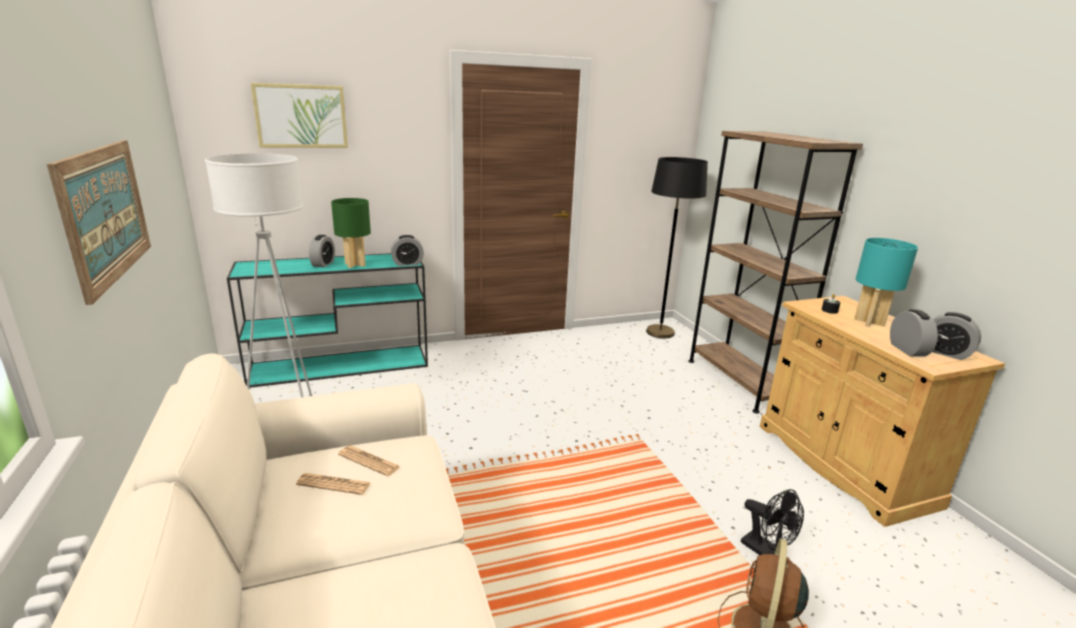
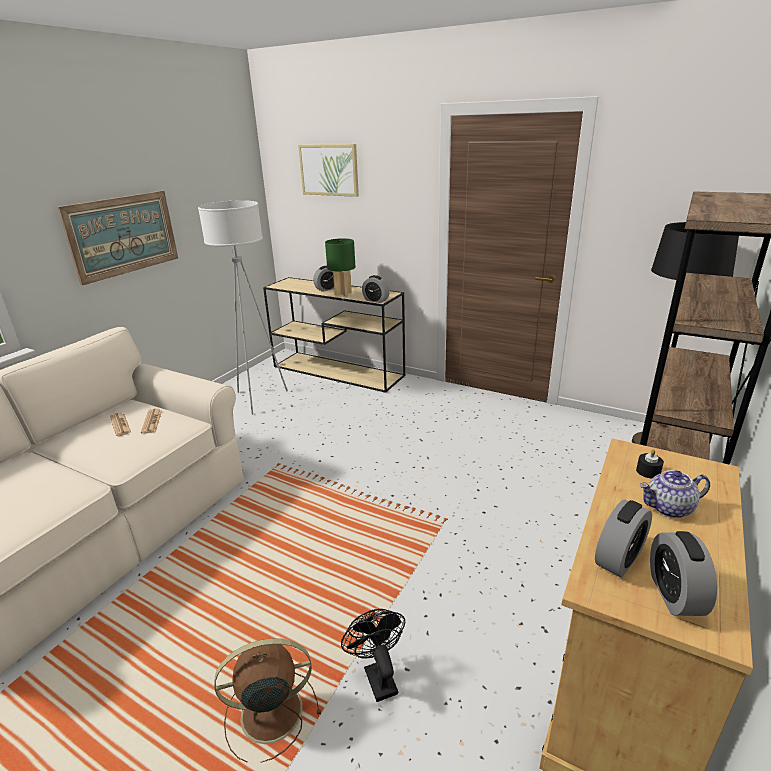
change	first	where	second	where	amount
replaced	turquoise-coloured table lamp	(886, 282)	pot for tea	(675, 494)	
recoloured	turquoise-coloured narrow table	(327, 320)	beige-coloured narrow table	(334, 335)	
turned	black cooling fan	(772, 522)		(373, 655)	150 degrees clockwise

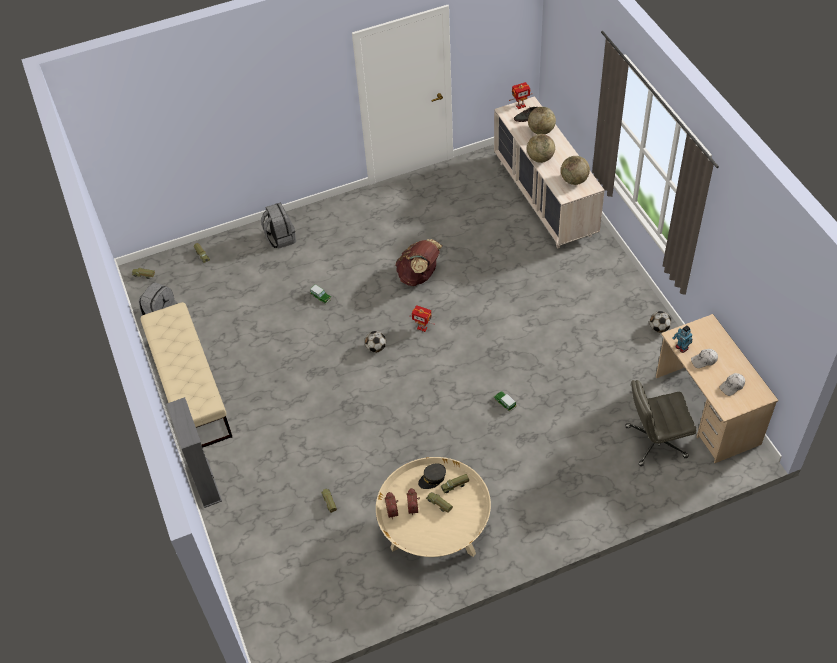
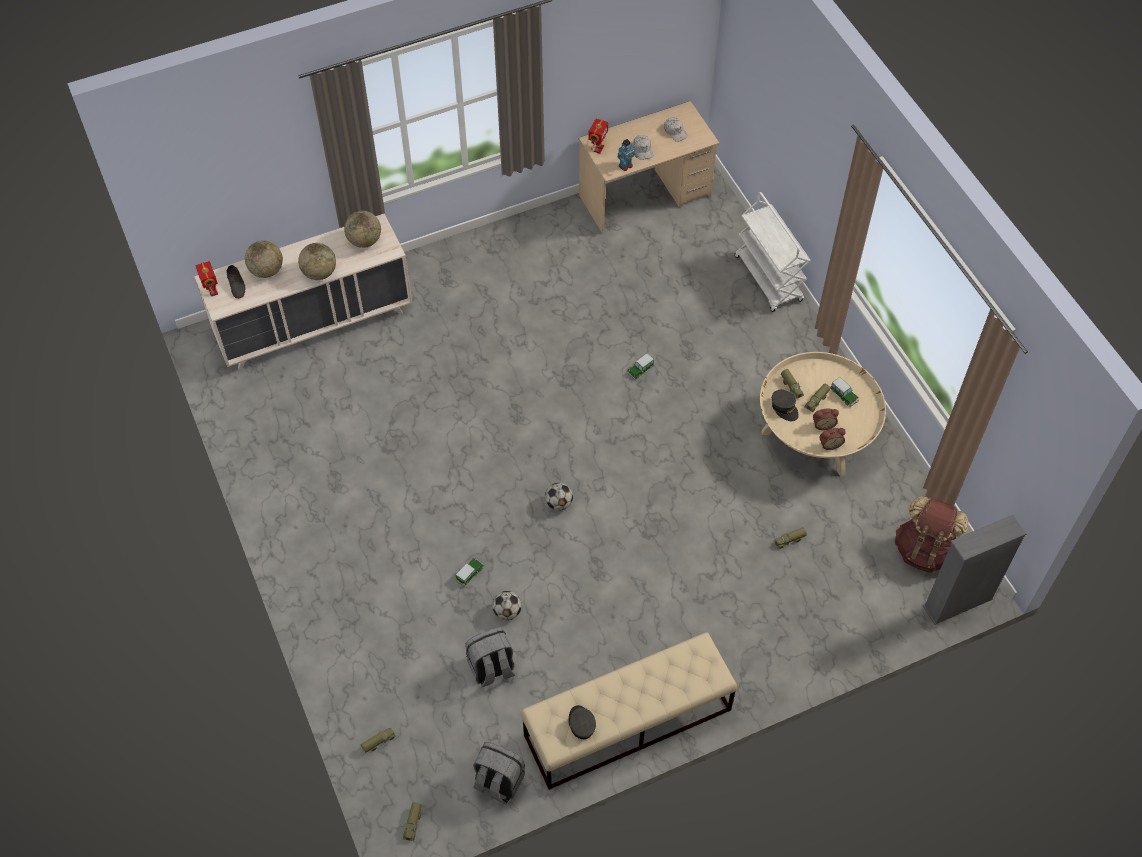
change	first	where	second	where	amount
removed	greyish desk chair	(660, 423)			
added			greyish cap	(582, 722)	
added			white cart	(773, 252)	
added			miniature car	(844, 392)	
moved	greyish bookcase	(194, 452)		(974, 570)	
moved	greyish backpack	(278, 225)		(490, 657)	
moved	brown-coloured backpack	(418, 262)		(932, 534)	
moved	toy robot	(422, 318)		(598, 136)	
moved	football	(660, 322)		(507, 605)	

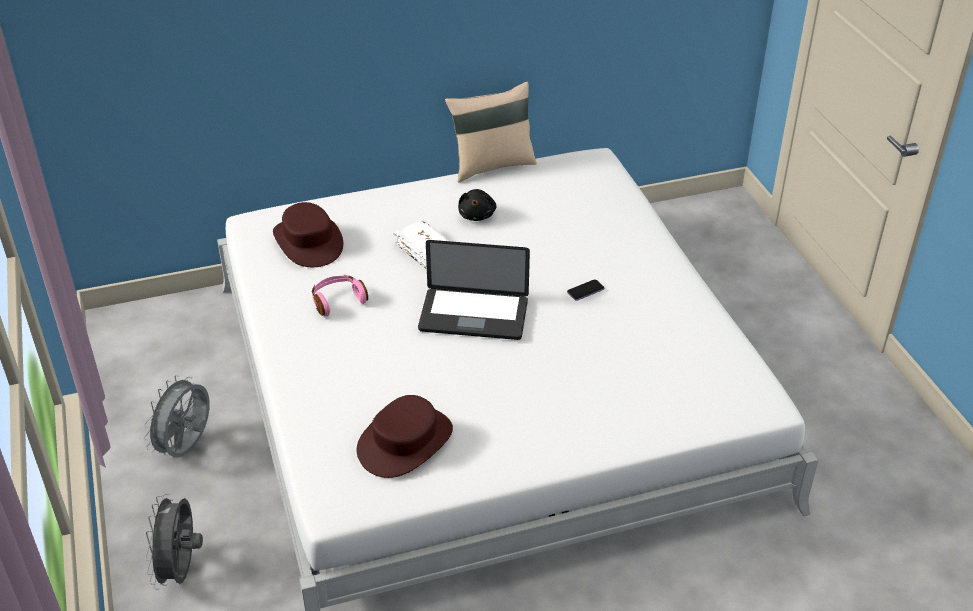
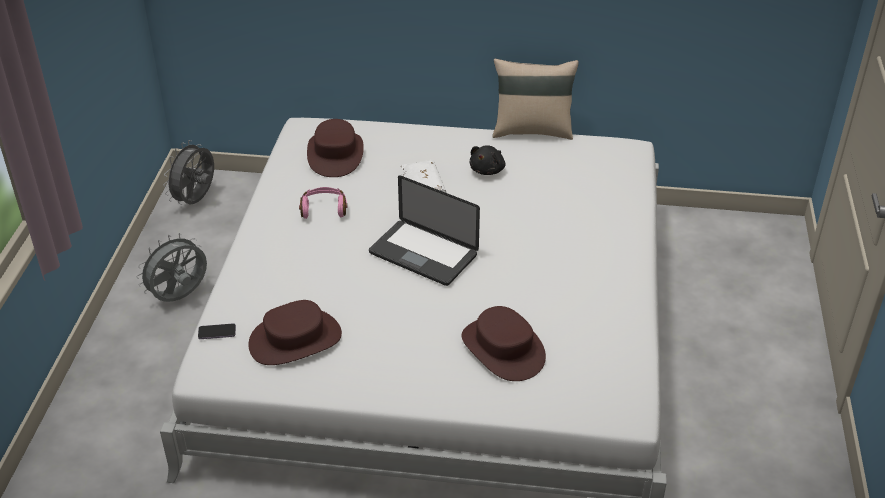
change	first	where	second	where	amount
added			brown-coloured wearable hat	(503, 343)	
moved	greyish cooling fan	(174, 541)		(188, 172)	
moved	telephone	(585, 290)		(217, 331)	

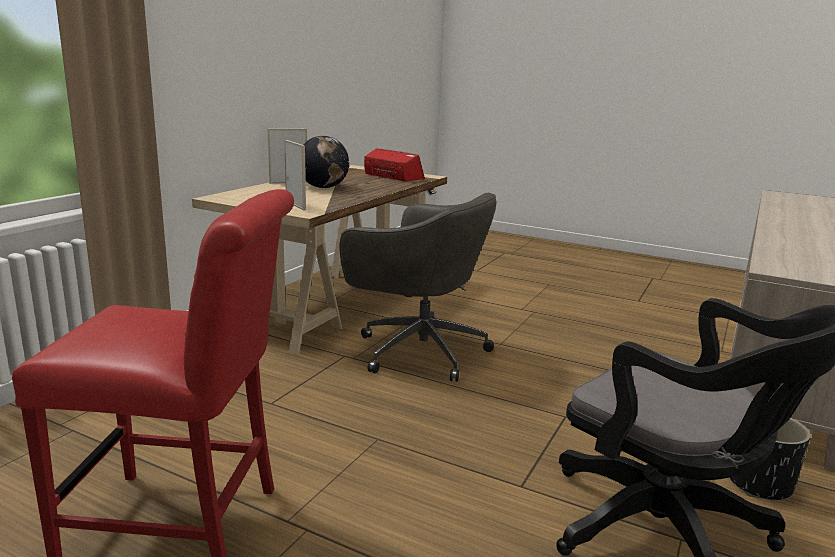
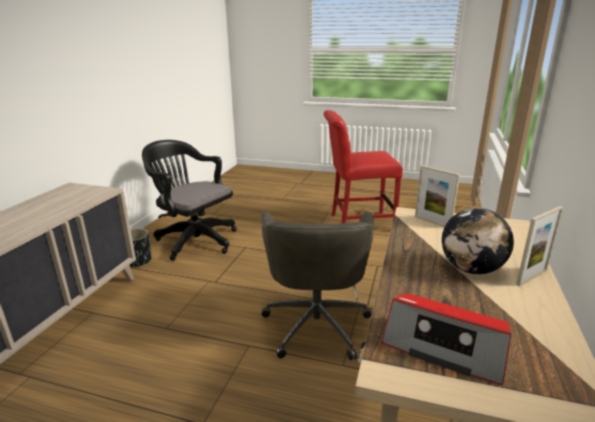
change	first	where	second	where	amount
turned	greyish desk chair	(418, 287)		(317, 285)	105 degrees counterclockwise

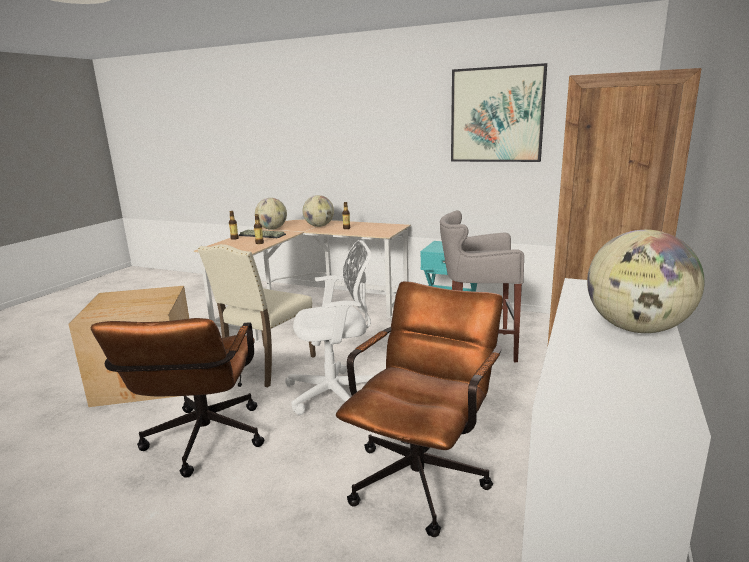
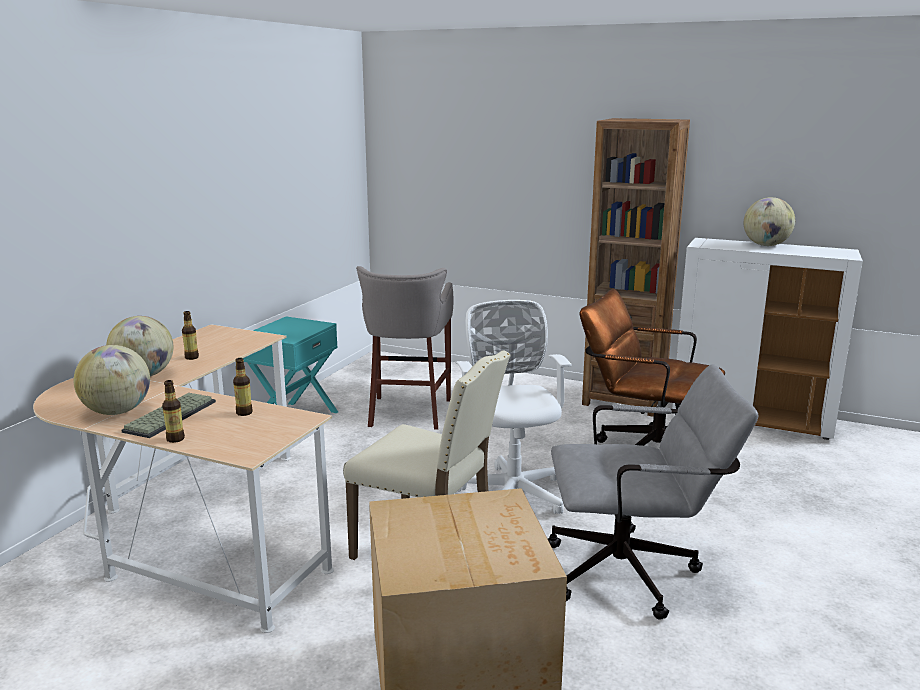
change	first	where	second	where	amount
removed	wall art	(499, 112)			
recoloured	brown-coloured desk chair	(177, 397)	greyish desk chair	(653, 492)	

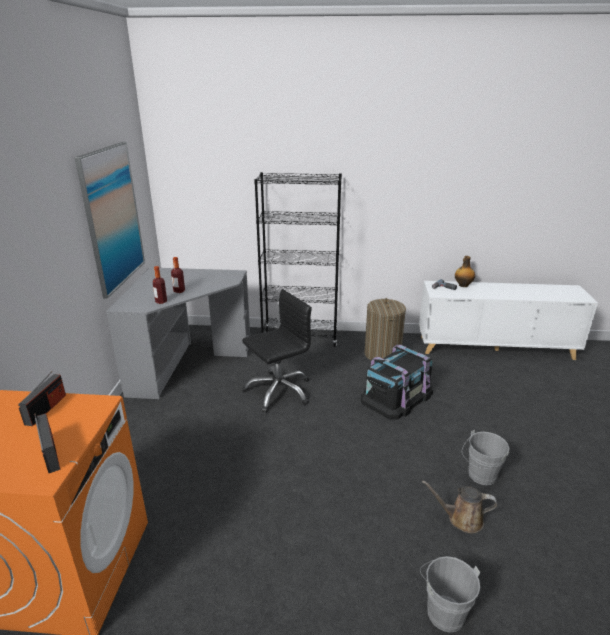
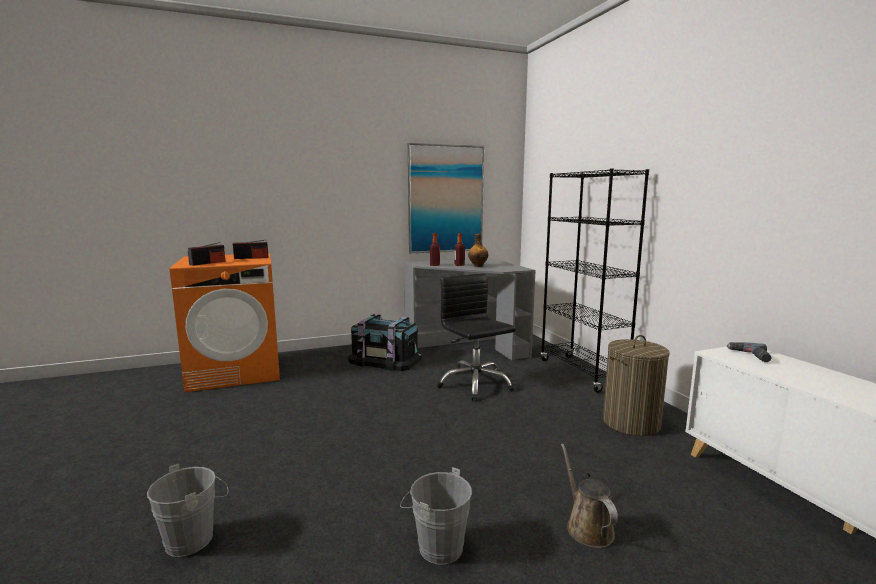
change	first	where	second	where	amount
moved	black storage bin	(397, 382)		(385, 342)	
moved	brown-coloured watering can	(459, 506)		(589, 496)	
moved	beverage bottle	(465, 271)		(478, 250)	
turned	black desk chair	(277, 350)		(476, 337)	150 degrees counterclockwise

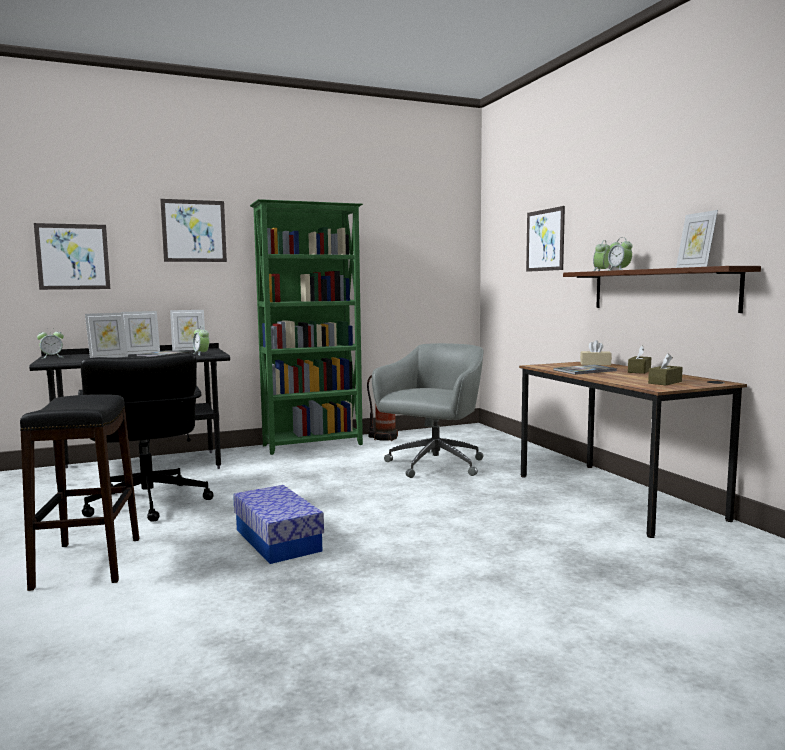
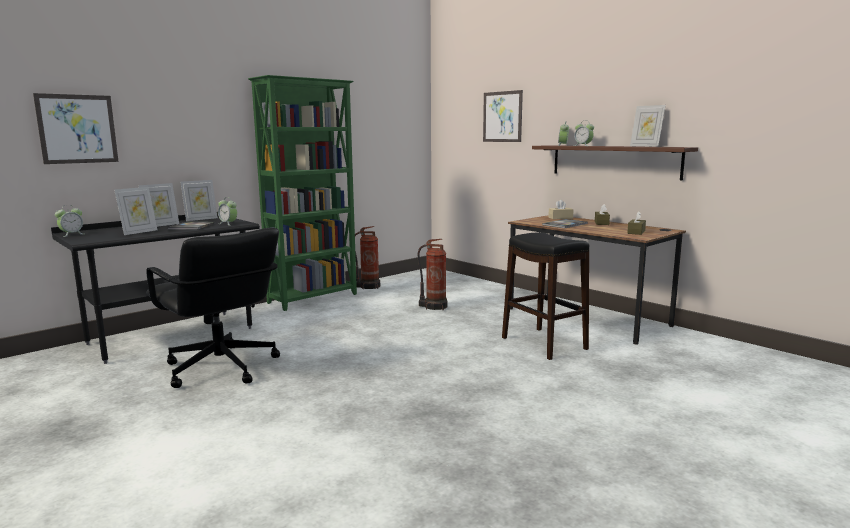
change	first	where	second	where	amount
removed	wall art	(193, 230)			
removed	storage bin	(278, 524)			
moved	black sitting stool	(79, 492)		(545, 296)	
replaced	greyish desk chair	(428, 410)	fire-fighting cylinder	(433, 274)	

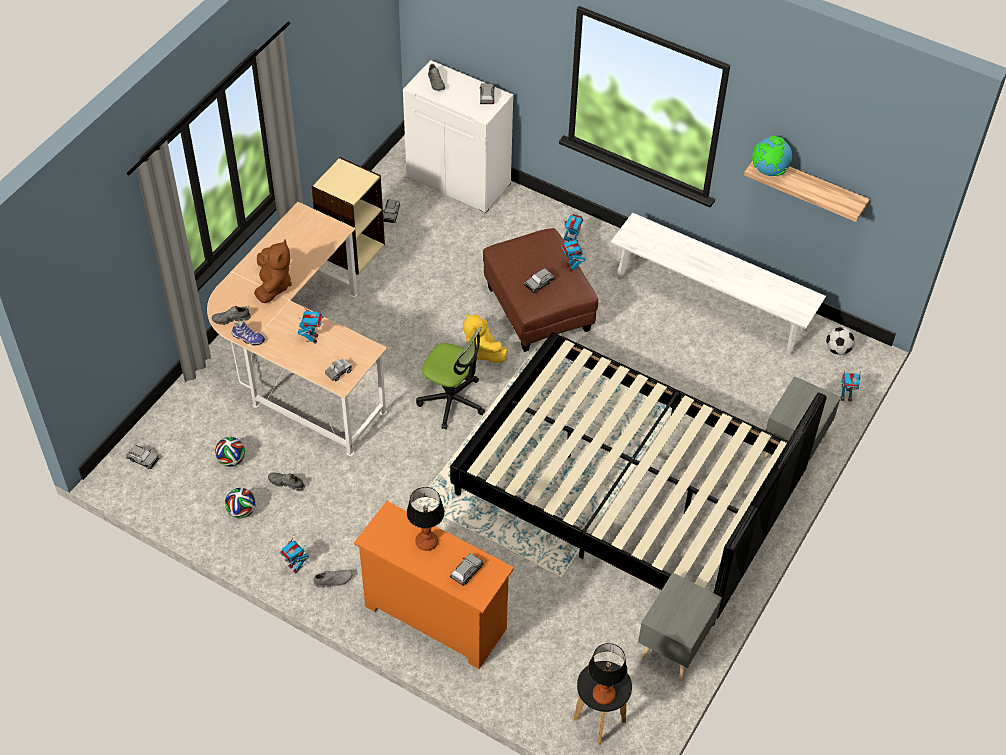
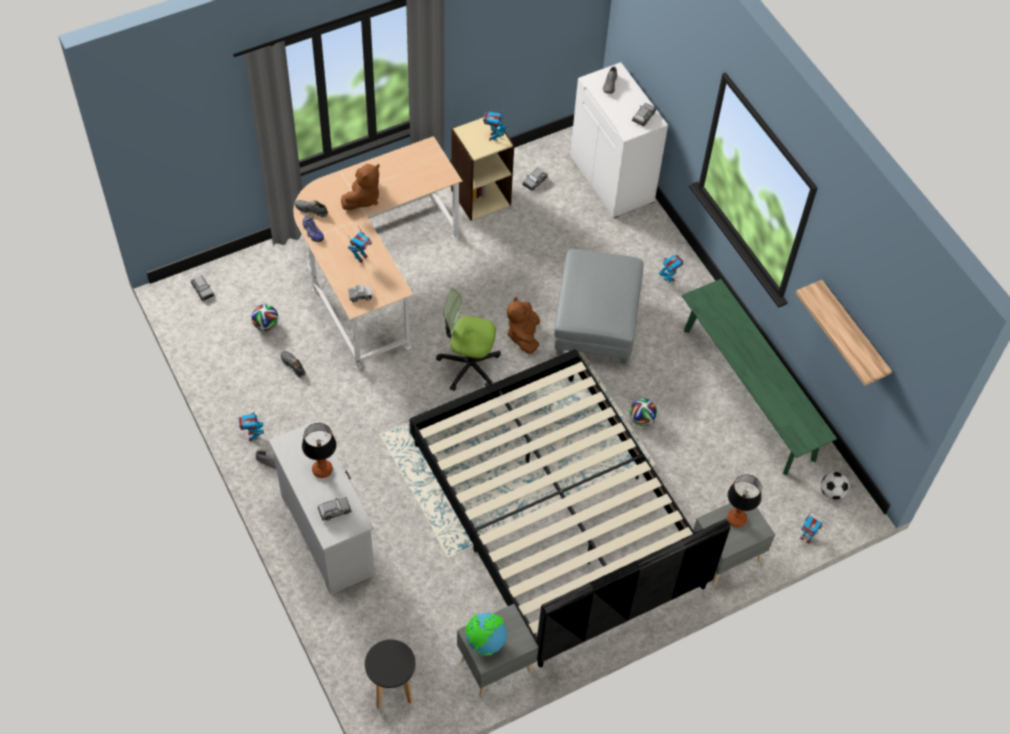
change	first	where	second	where	amount
removed	greyish miniature car	(539, 280)			
moved	football	(240, 503)		(643, 412)	
moved	toy robot	(573, 253)		(494, 126)	
moved	table lamp	(607, 674)		(744, 500)	
moved	desk globe	(772, 156)		(486, 634)	
recoloured	orangey chest of drawers	(434, 585)	white chest of drawers	(322, 507)	
recoloured	yellow-coloured plush toy	(485, 337)	brown-coloured plush toy	(523, 325)	
recoloured	brown-coloured ottoman	(540, 290)	greyish ottoman	(598, 306)	
recoloured	white long seat	(718, 284)	green-coloured long seat	(759, 377)	
turned	desk chair	(450, 378)		(468, 339)	135 degrees clockwise

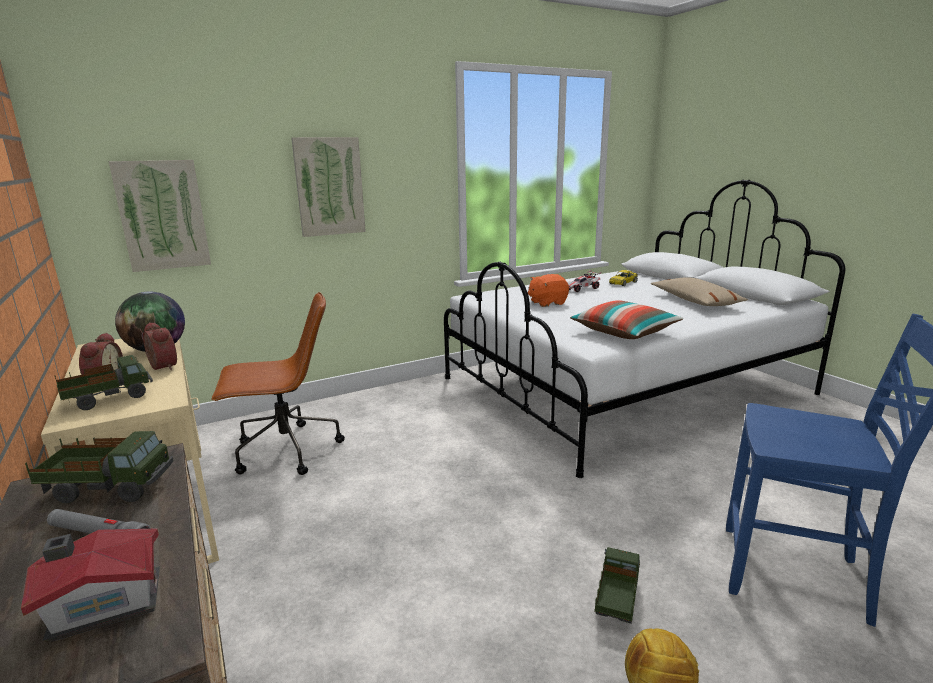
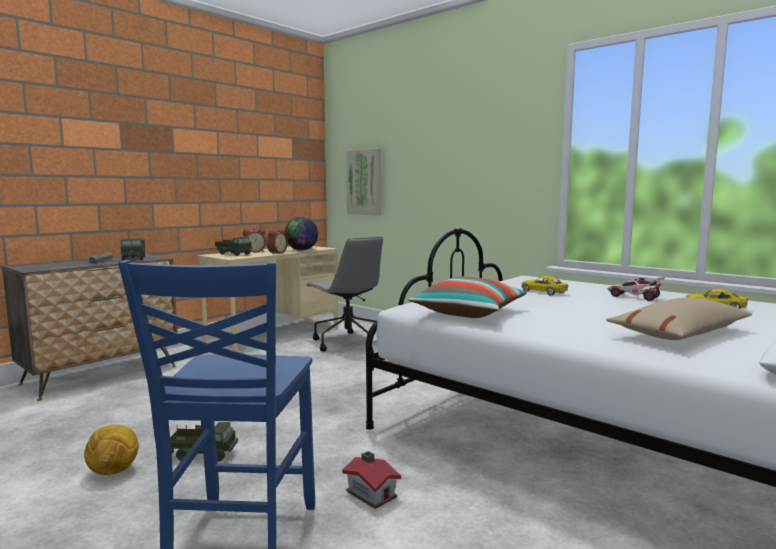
change	first	where	second	where	amount
removed	wall art	(328, 187)			
moved	toy house	(90, 585)		(371, 480)	
replaced	orangey plush toy	(548, 290)	yellow-coloured miniature car	(544, 285)	
recoloured	brown-coloured desk chair	(278, 383)	greyish desk chair	(344, 294)	

